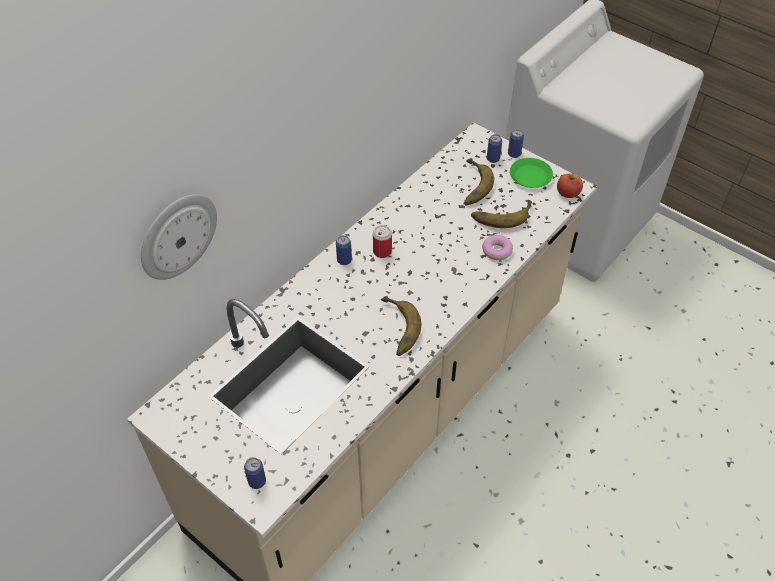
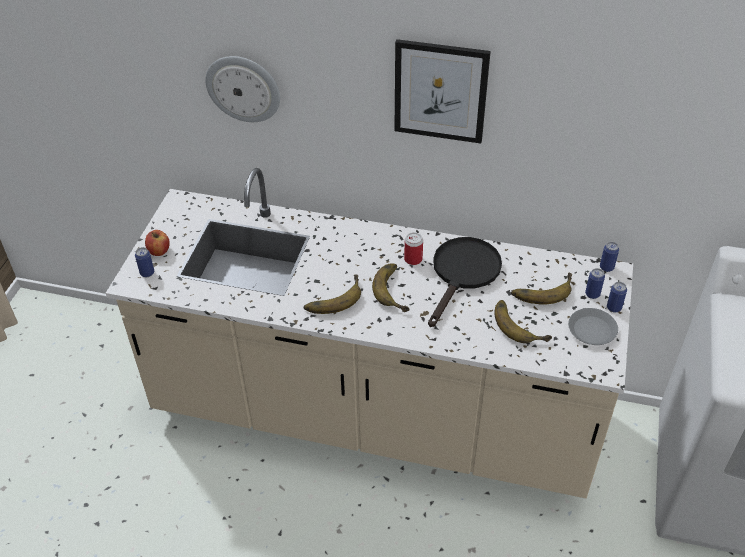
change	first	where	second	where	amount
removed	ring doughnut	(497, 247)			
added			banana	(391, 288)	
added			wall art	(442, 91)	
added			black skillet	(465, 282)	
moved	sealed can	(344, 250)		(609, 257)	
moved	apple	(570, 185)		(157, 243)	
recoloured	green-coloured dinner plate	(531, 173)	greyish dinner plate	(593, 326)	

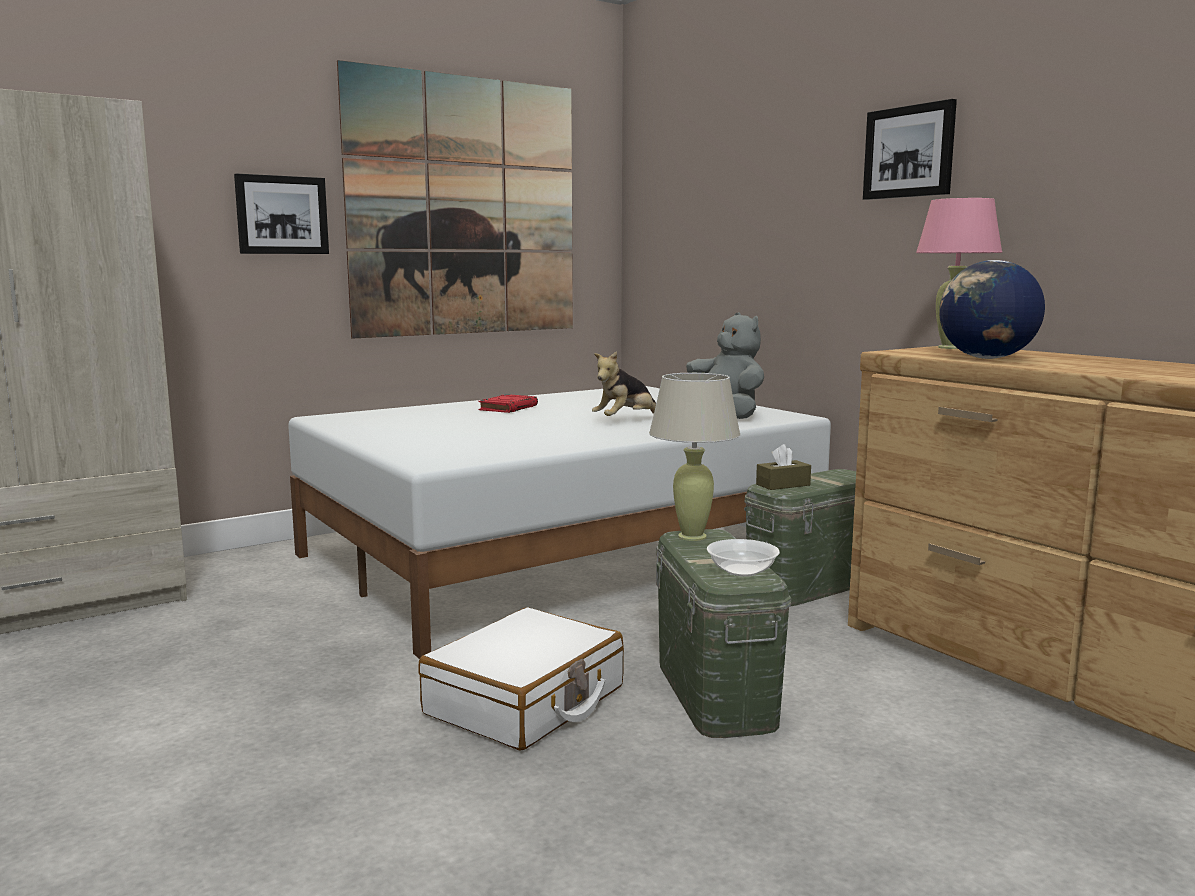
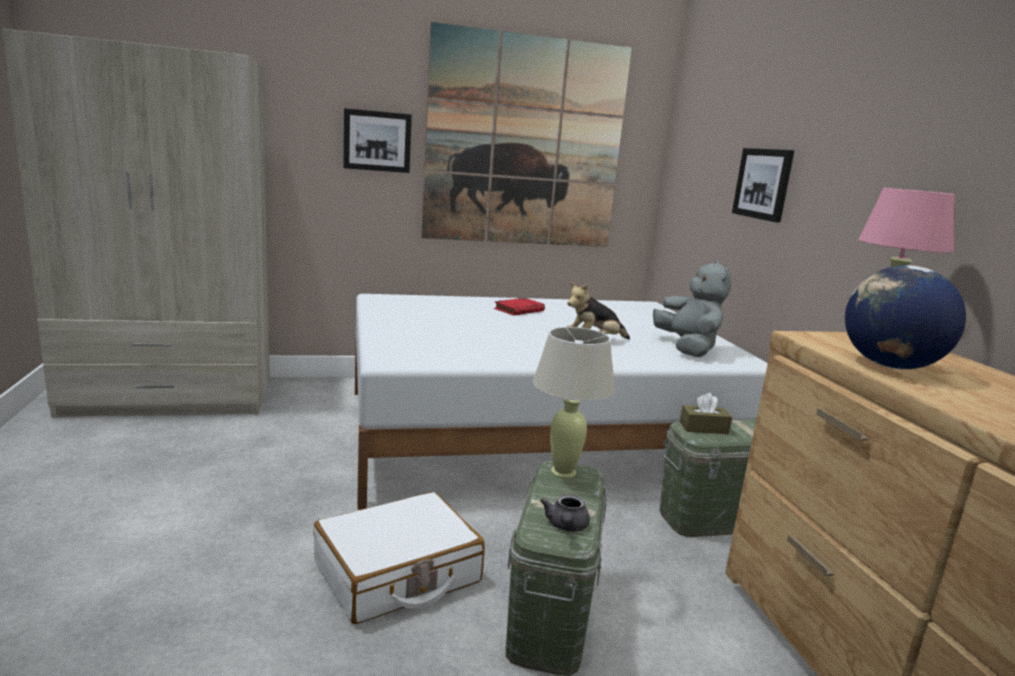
change	first	where	second	where	amount
moved	wall art	(910, 149)		(763, 185)	
replaced	serving bowl	(743, 558)	greyish pot for tea	(565, 513)	

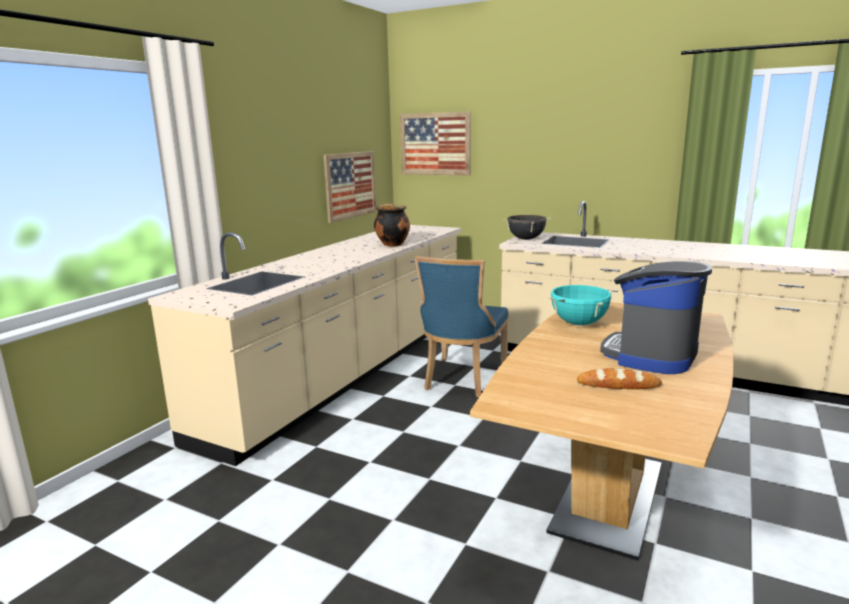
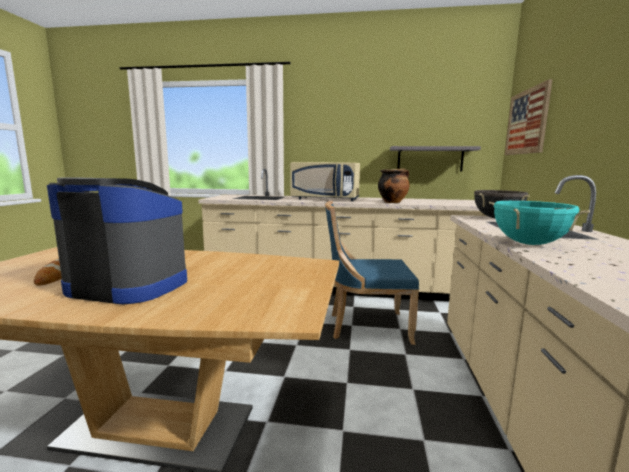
change	first	where	second	where	amount
added			beige-coloured kitchen microwave	(325, 181)	
moved	turquoise-coloured cooking pot	(580, 305)		(539, 223)	
replaced	wall art	(349, 187)	greyish shelf	(435, 159)	

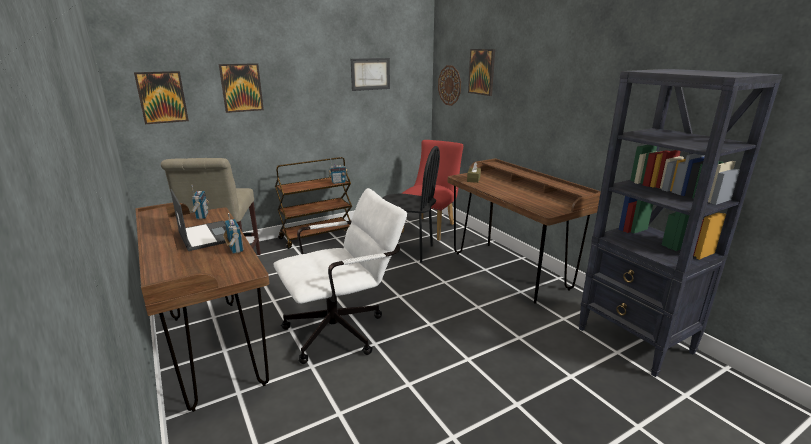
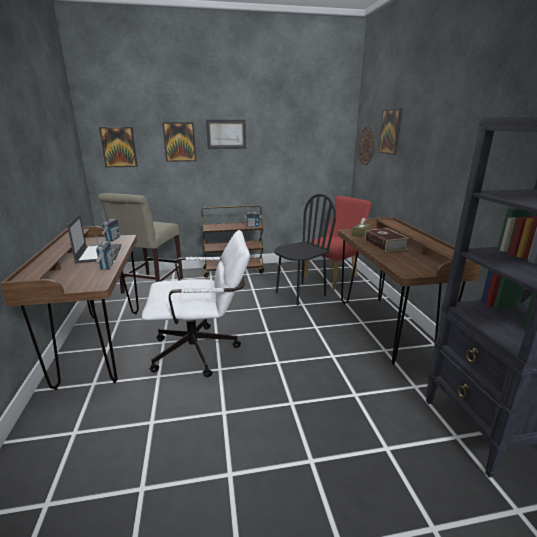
change	first	where	second	where	amount
added			volume	(387, 240)	
moved	wall art	(370, 74)		(226, 134)	
turned	black chair	(411, 204)		(305, 250)	75 degrees counterclockwise

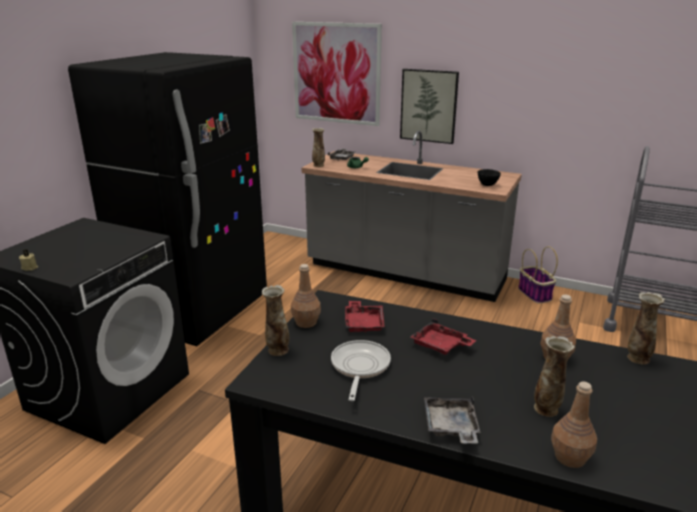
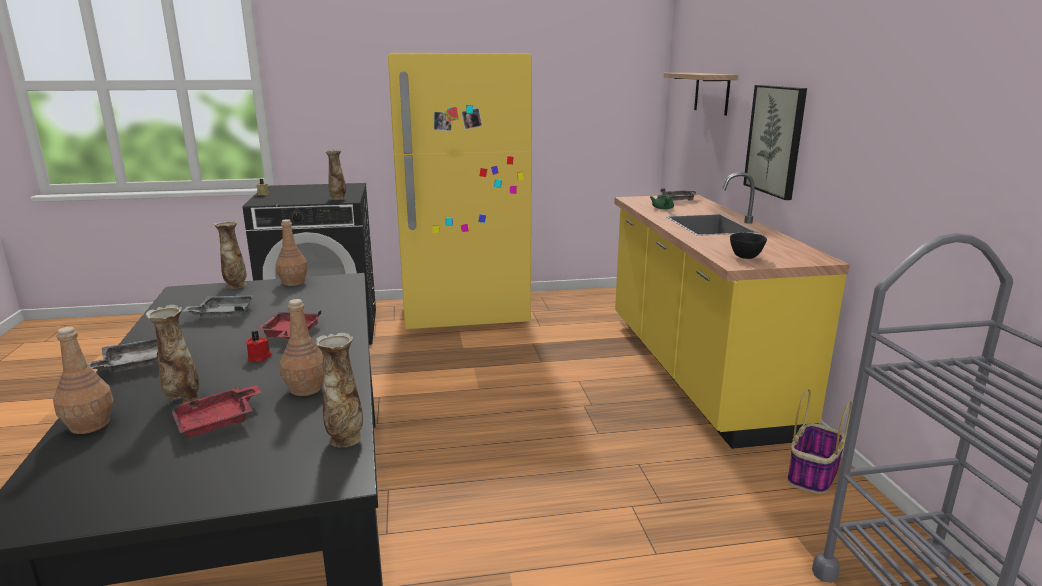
change	first	where	second	where	amount
added			red-coloured candle	(259, 346)	
moved	vase	(318, 147)		(335, 174)	
moved	red-coloured serving tray	(365, 317)		(216, 411)	
replaced	wall art	(337, 74)	shelf	(701, 94)	
replaced	skillet	(361, 370)	greyish serving tray	(218, 306)	
recoloured	black fridge	(167, 199)	yellow-coloured fridge	(460, 191)	
recoloured	greyish kitchen base unit	(412, 216)	yellow-coloured kitchen base unit	(732, 310)	

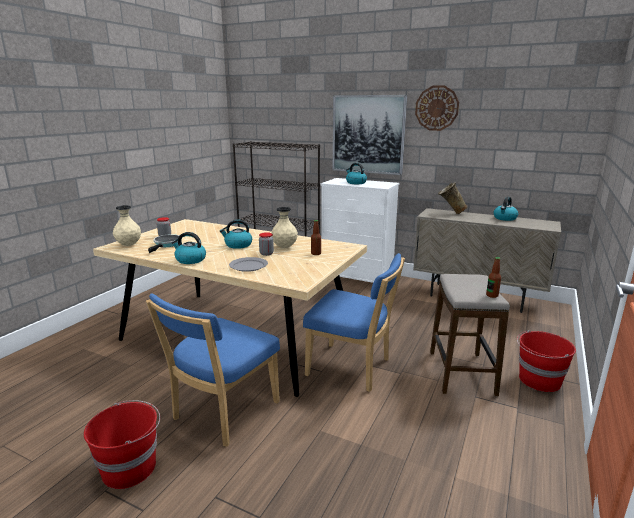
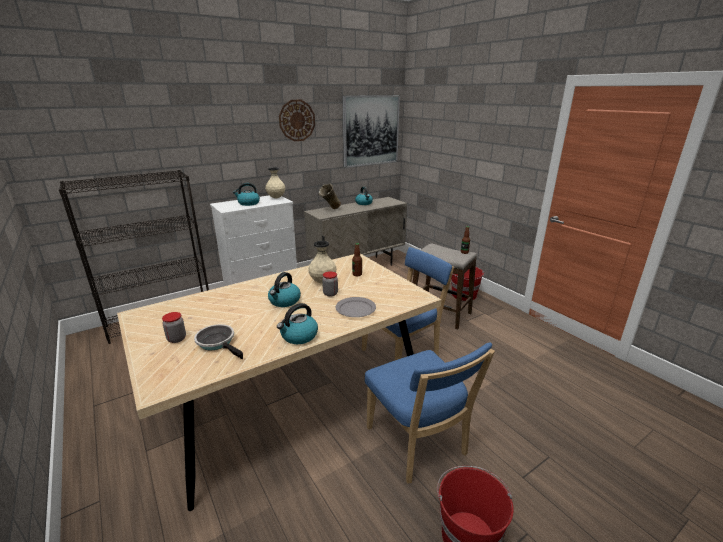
change	first	where	second	where	amount
moved	beige-coloured vase	(127, 225)		(275, 182)	
moved	wall art	(370, 135)		(371, 131)	

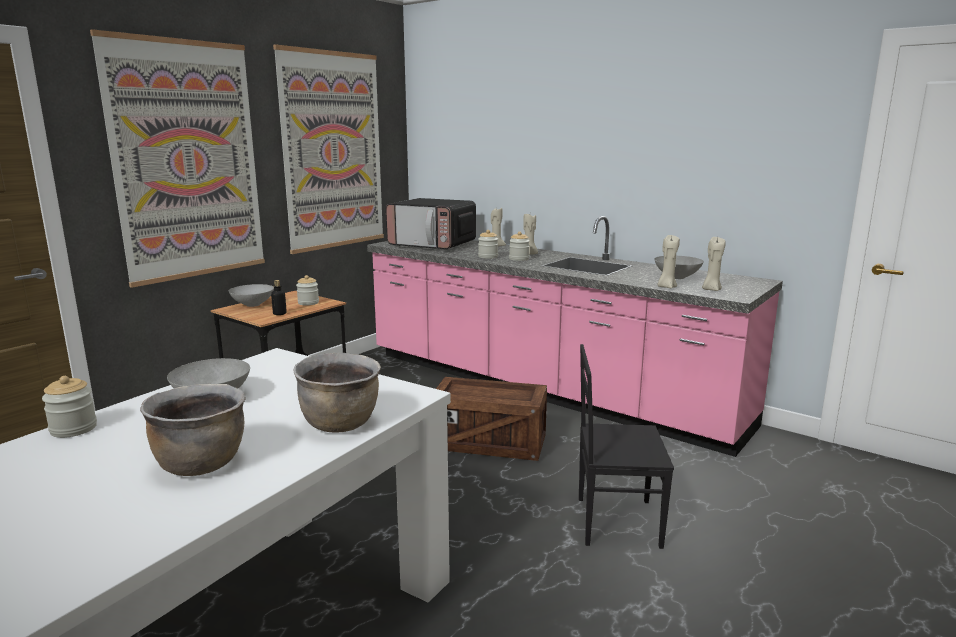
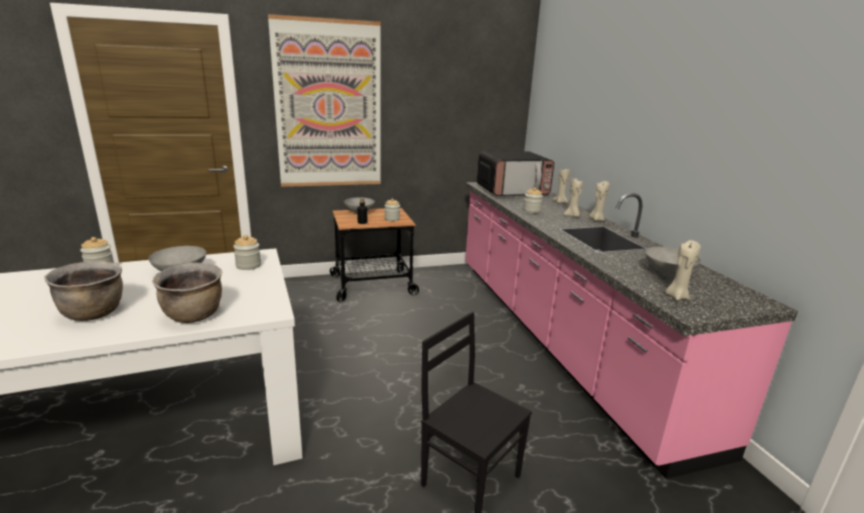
change	first	where	second	where	amount
removed	wall art	(328, 149)			
removed	shipping crate	(491, 419)			
moved	jar	(519, 246)		(247, 252)	
moved	beige-coloured candle	(668, 261)		(599, 201)	
turned	kitchen microwave	(431, 223)		(515, 174)	75 degrees counterclockwise

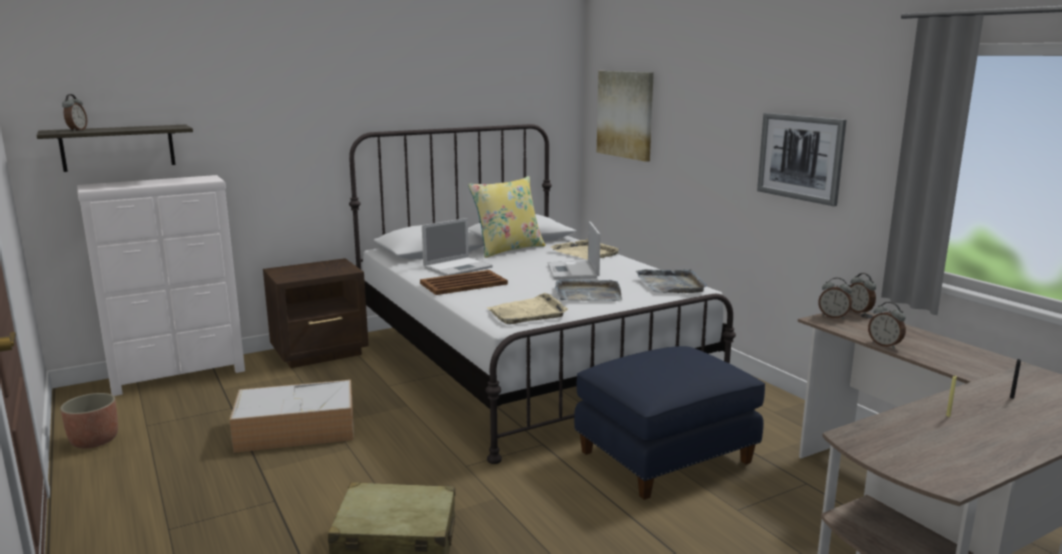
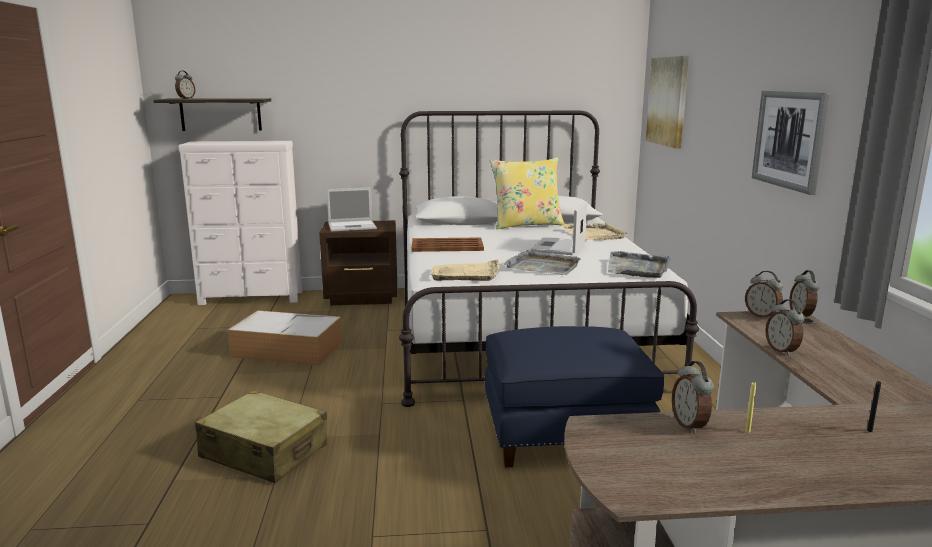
change	first	where	second	where	amount
removed	planter	(89, 420)			
added			table clock	(693, 397)	
moved	portable computer	(457, 247)		(352, 209)	

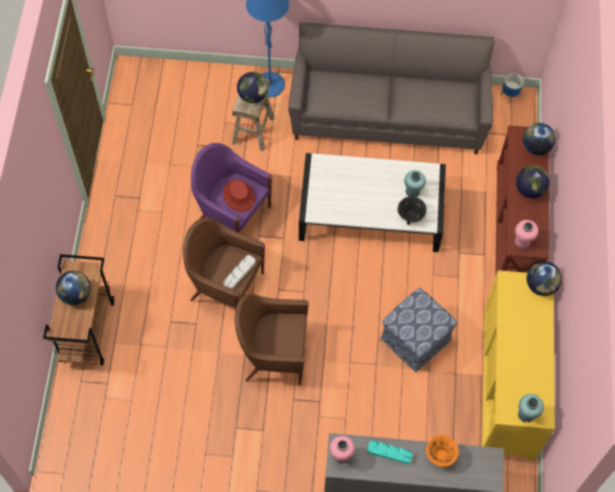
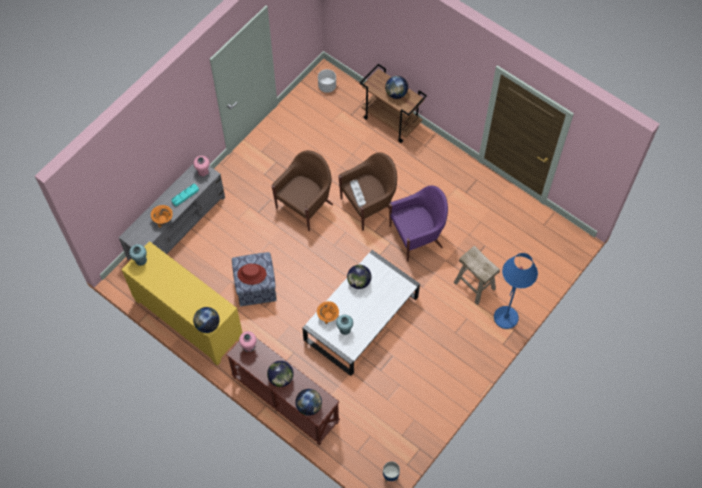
change	first	where	second	where	amount
removed	greyish settee	(391, 88)			
added			white planter	(327, 81)	
moved	red-coloured wearable hat	(239, 196)		(252, 274)	
moved	desk globe	(252, 87)		(359, 277)	
recoloured	black serving bowl	(412, 210)	orangey serving bowl	(328, 312)	

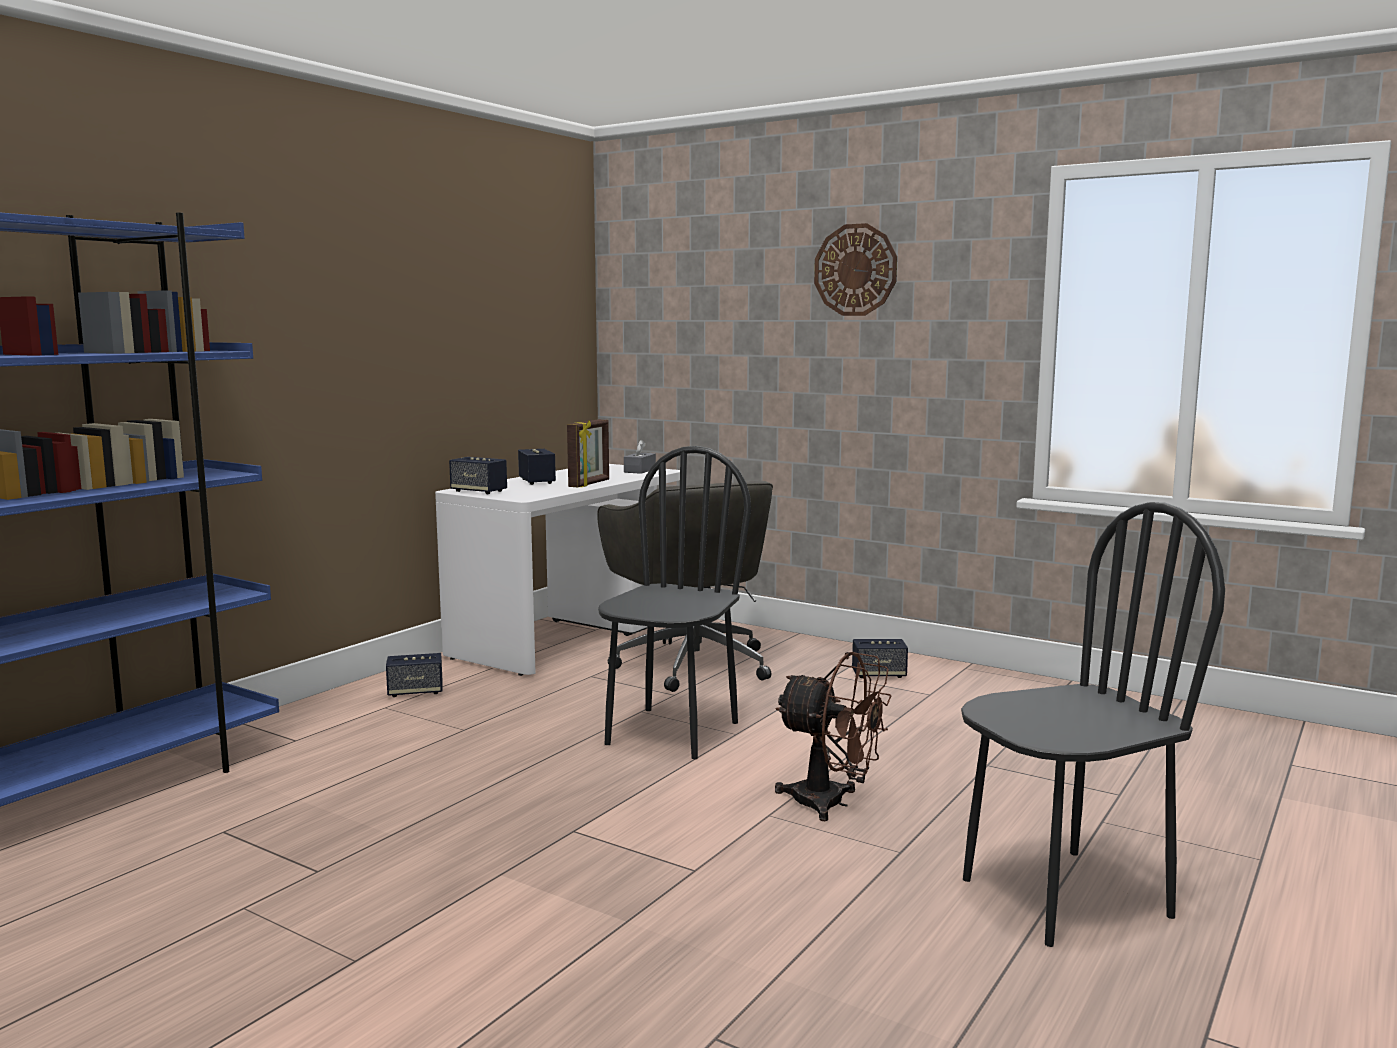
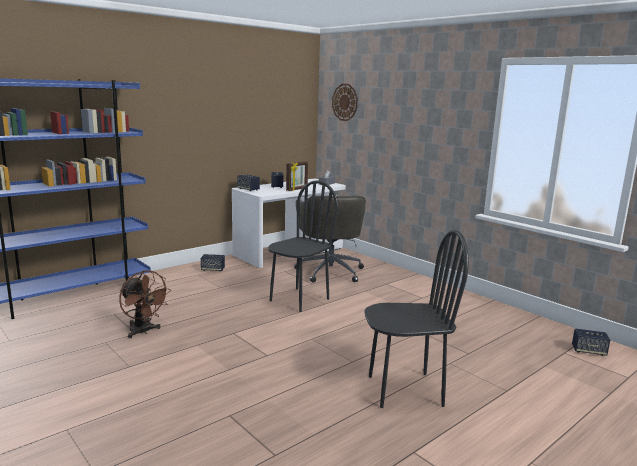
change	first	where	second	where	amount
moved	brown-coloured cooling fan	(833, 736)		(144, 304)	
moved	hanging clock	(855, 269)		(345, 102)	
moved	audio speaker	(880, 658)		(591, 342)	

